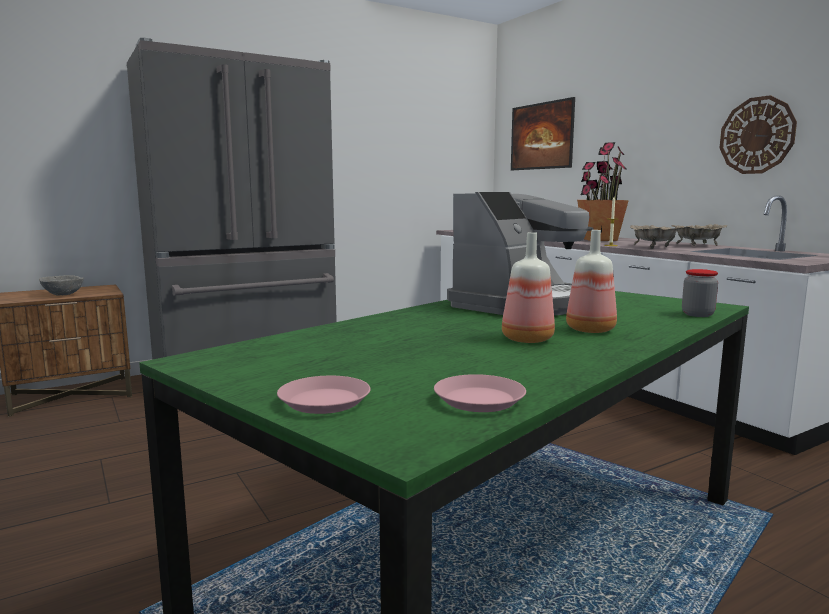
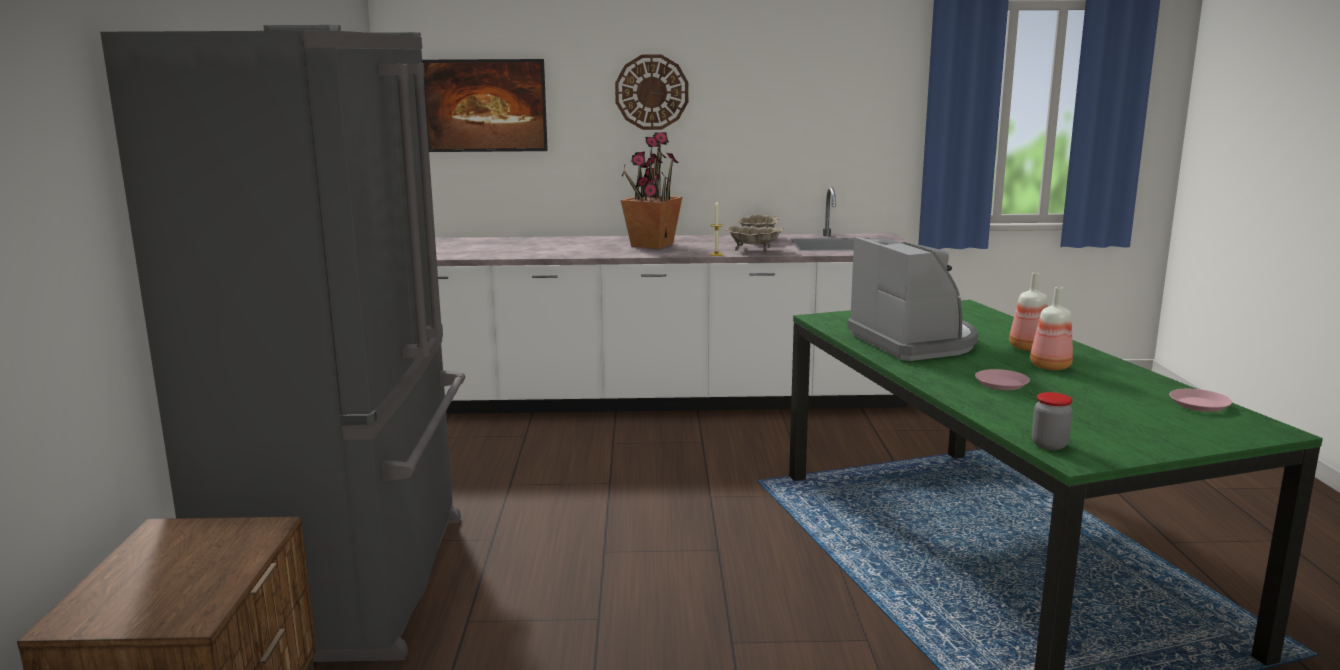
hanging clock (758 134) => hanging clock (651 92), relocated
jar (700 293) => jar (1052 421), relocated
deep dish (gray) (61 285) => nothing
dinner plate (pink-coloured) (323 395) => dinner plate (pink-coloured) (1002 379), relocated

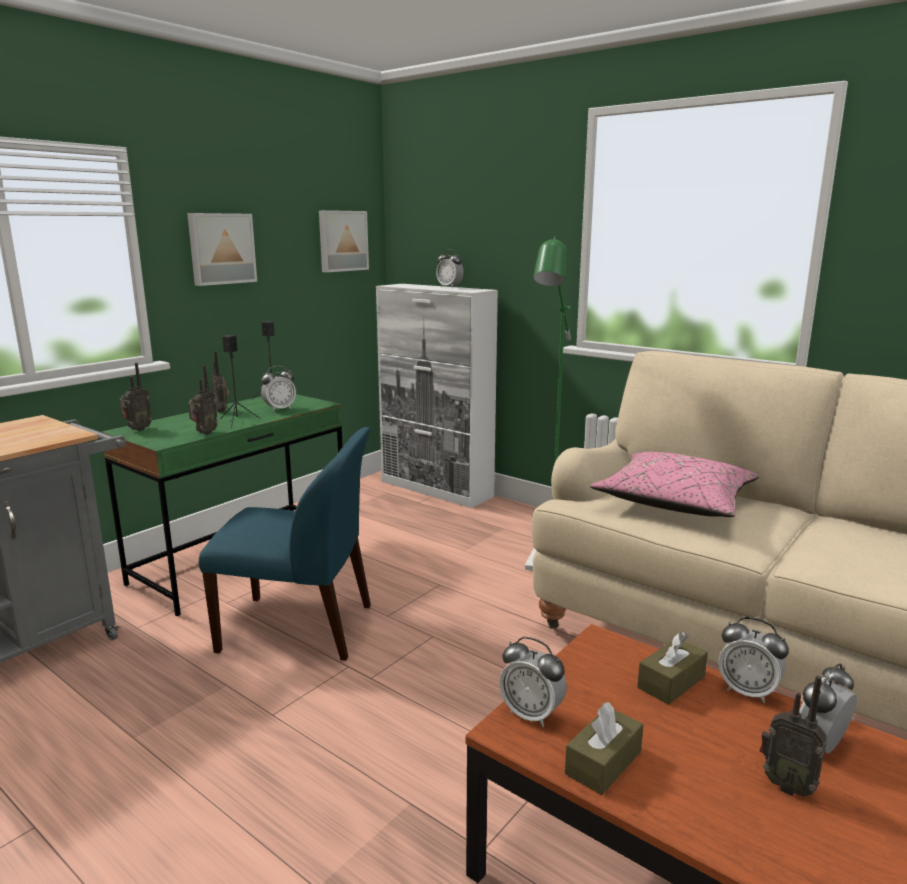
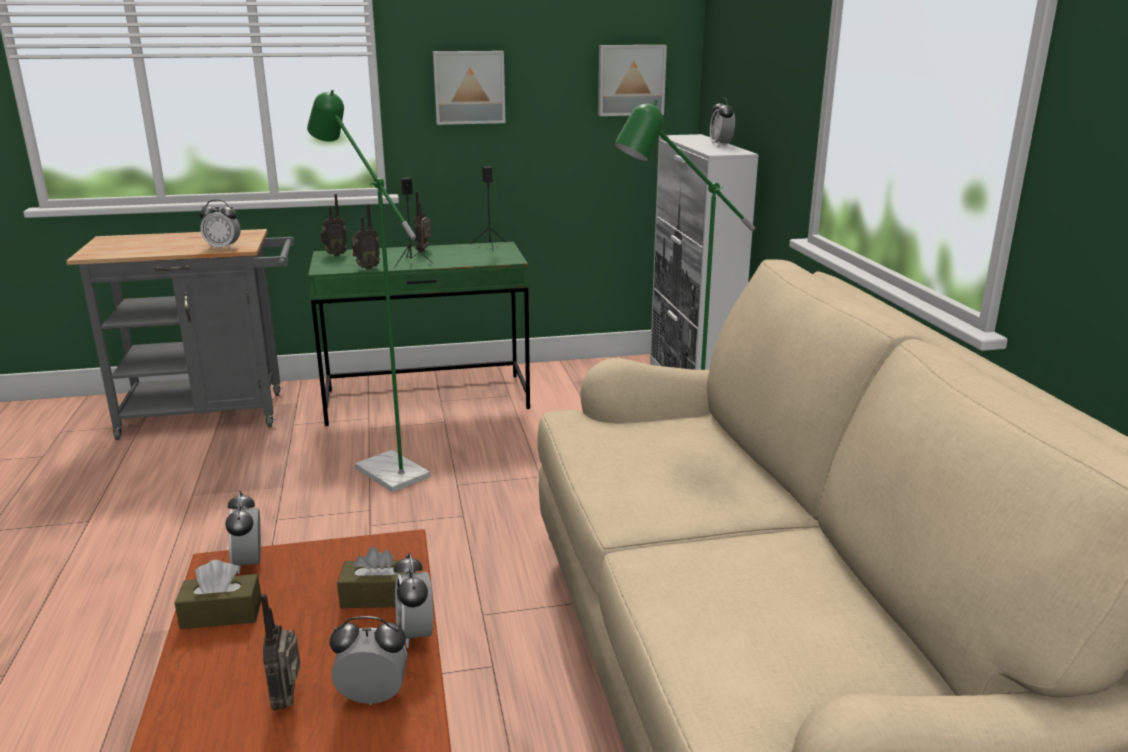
alarm clock (278 389) => alarm clock (220 225), relocated
upright chair (blue) (285 544) => standing lamp (green) (368 290)
cushion (pink-coloured) (674 484) => nothing

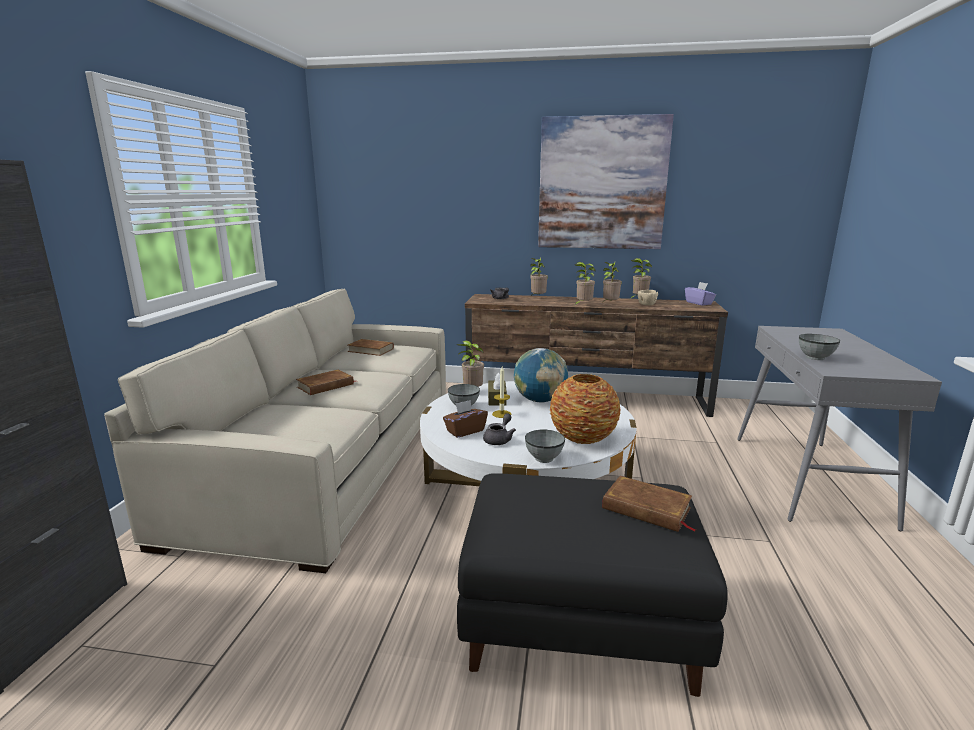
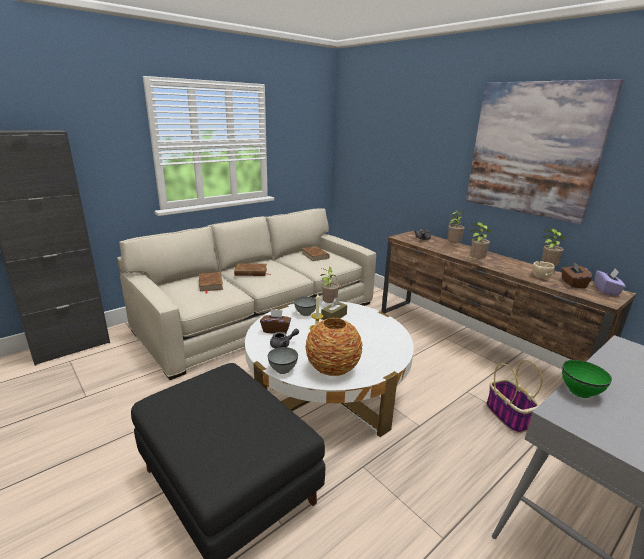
houseplant (612 282) => nothing
deep dish (gray) (819 347) => deep dish (green) (587 379)
globe (541 375) => nothing
book (brown-coloured) (649 504) => book (brown-coloured) (211 283), relocated
nothing => tissue box (brown-coloured) (577 275)
nothing => basket (514 396)

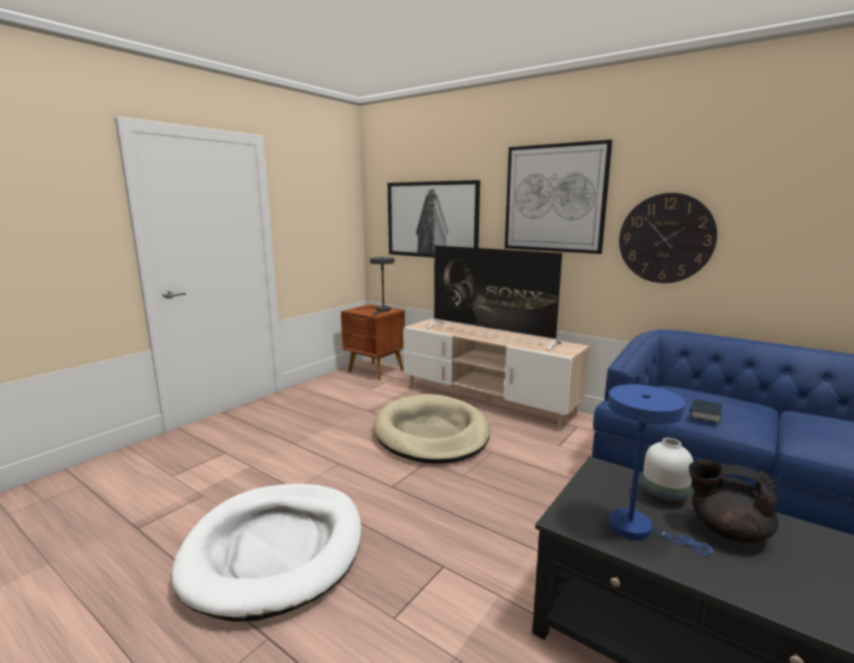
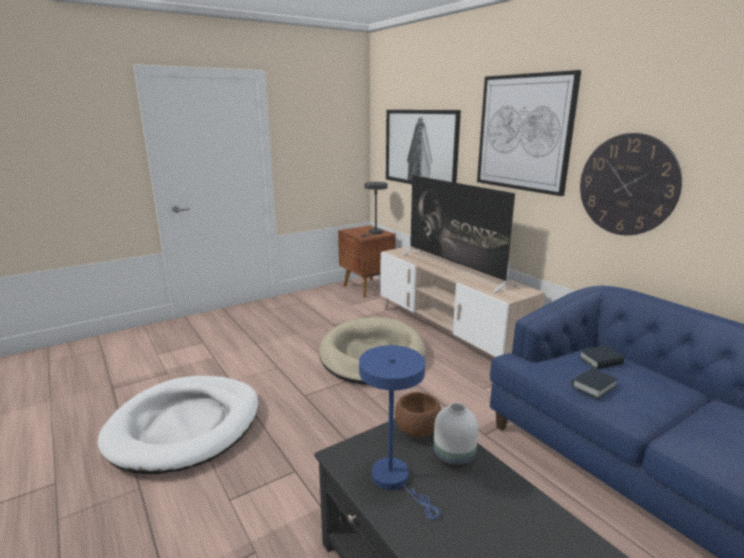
tea pot (black-coloured) (734 501) => nothing
nothing => book (602 357)
nothing => deep dish (brown-coloured) (418 415)

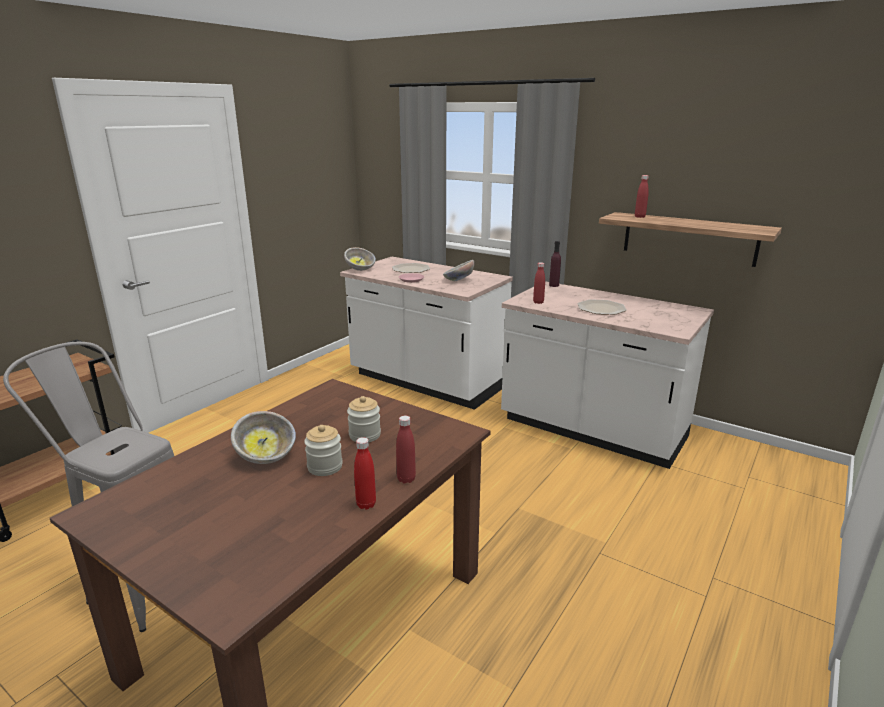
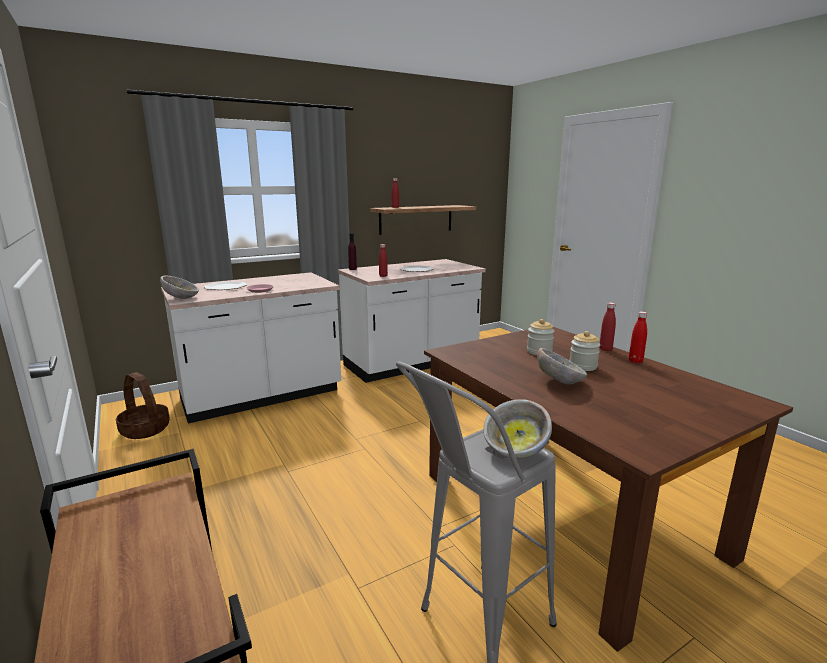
deep dish (458 270) => deep dish (517 429), relocated
nothing => basket (143 405)

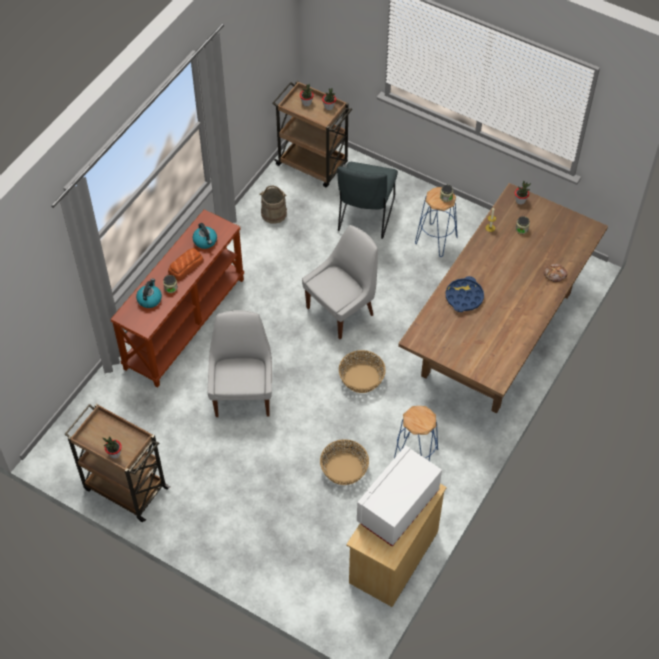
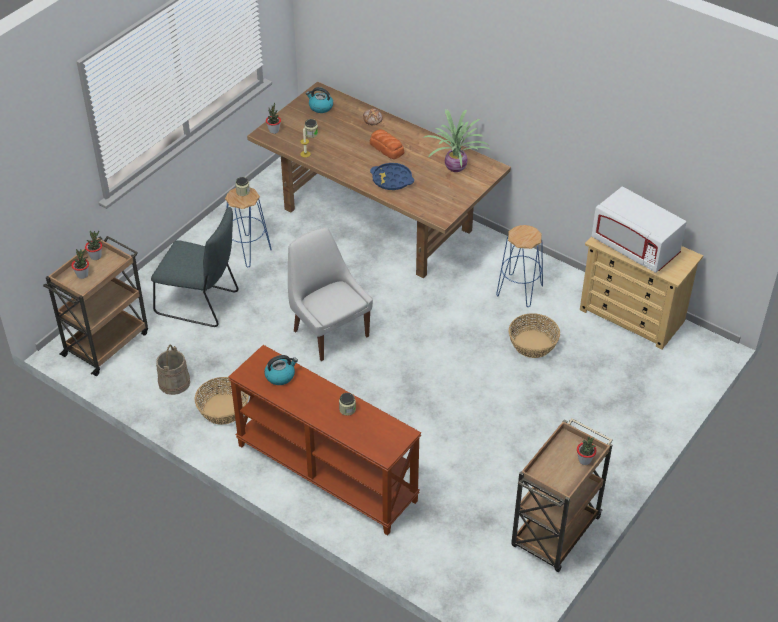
bread (186 264) => bread (387 144), relocated
tea kettle (149 293) => tea kettle (319 100), relocated
upright chair (white) (239 363) => nothing
basket (362 371) => basket (222 401), relocated
nothing => houseplant (457 140)

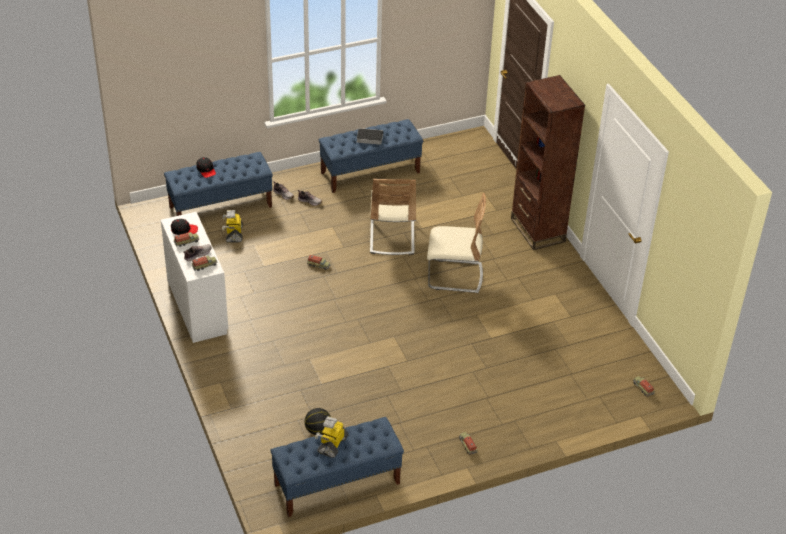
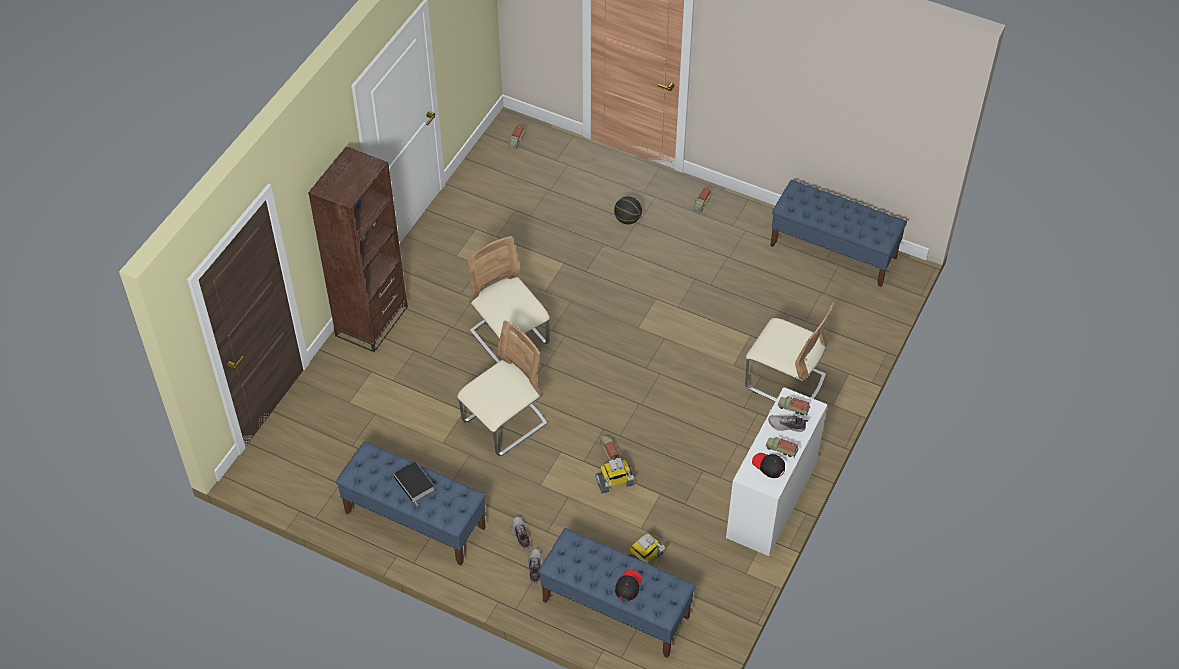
basketball ball (318 421) => basketball ball (628 210), relocated
toy robot (332 437) => toy robot (614 476), relocated
nothing => upright chair (sand-coloured) (789 352)

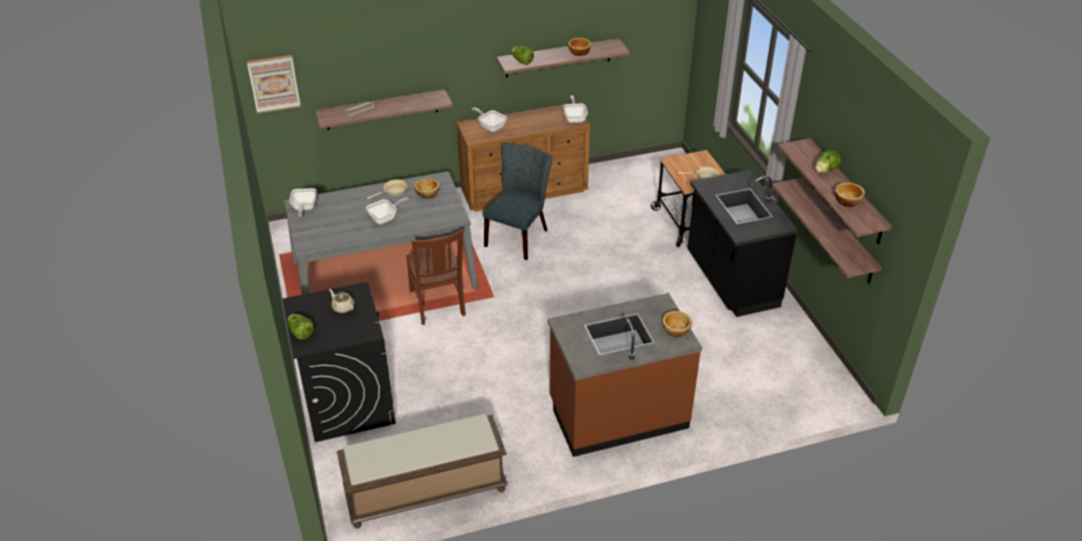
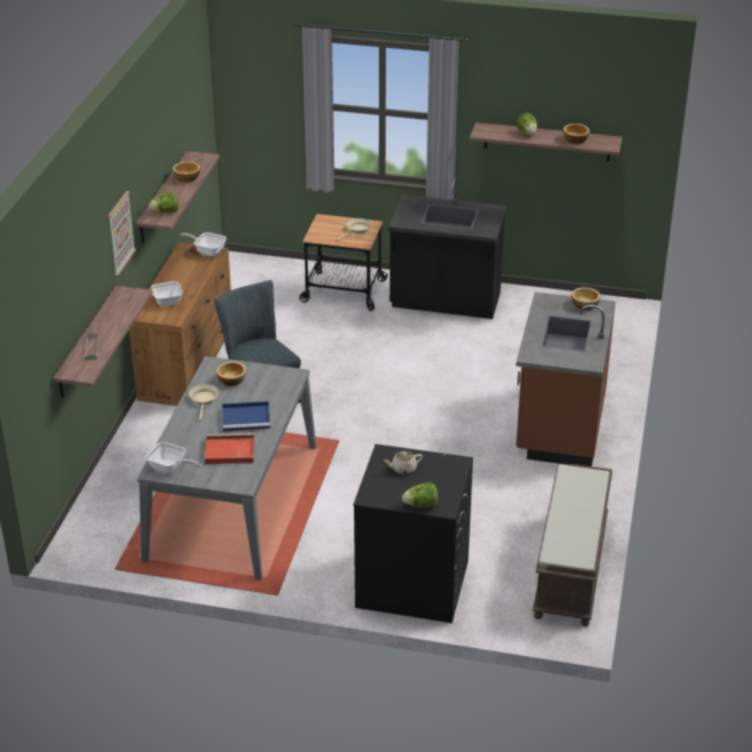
picture (274 84) => picture (122 233), relocated
shelf (827 231) => nothing
skillet (388 210) => tray (blue) (246 416)
upright chair (brown-coloured) (436 277) => nothing
nothing => tray (red) (229 448)

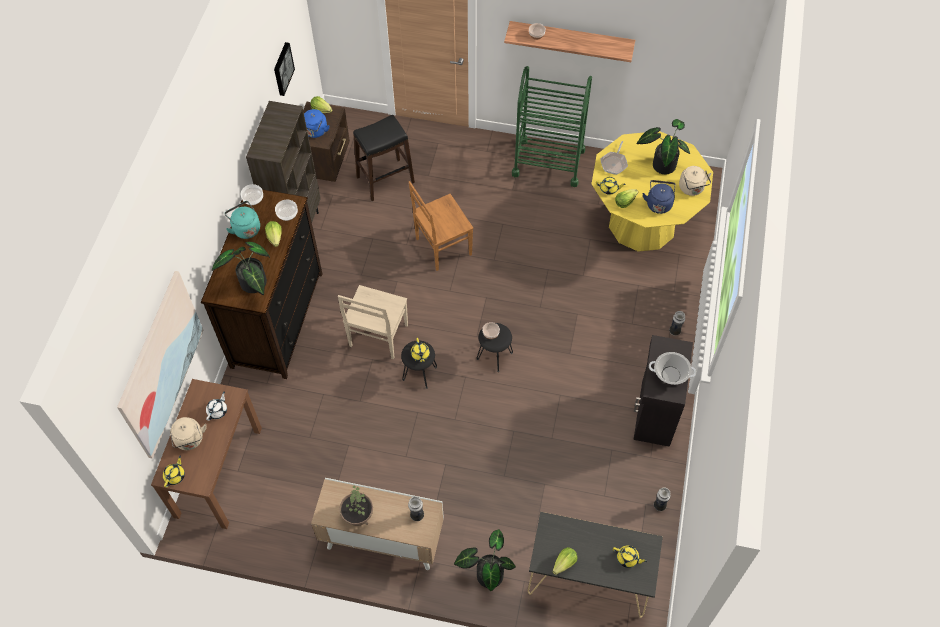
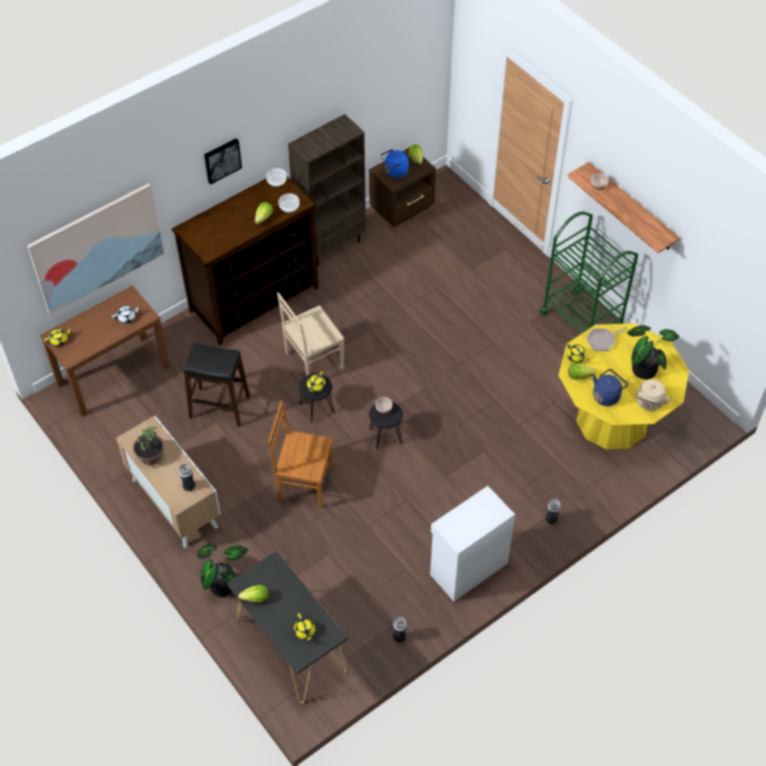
picture (284 69) => picture (223 161), relocated
sitting stool (black-coloured) (384 158) => sitting stool (black-coloured) (217 385), relocated
upright chair (brown-coloured) (441 226) => upright chair (brown-coloured) (300 454), relocated
tea kettle (blue-green) (242 220) => nothing
houseplant (241 268) => nothing
cabinet (black-coloured) (663 391) => cabinet (white) (472 543)
saucepot (673 368) => nothing
tea kettle (sand-coloured) (188 433) => nothing

